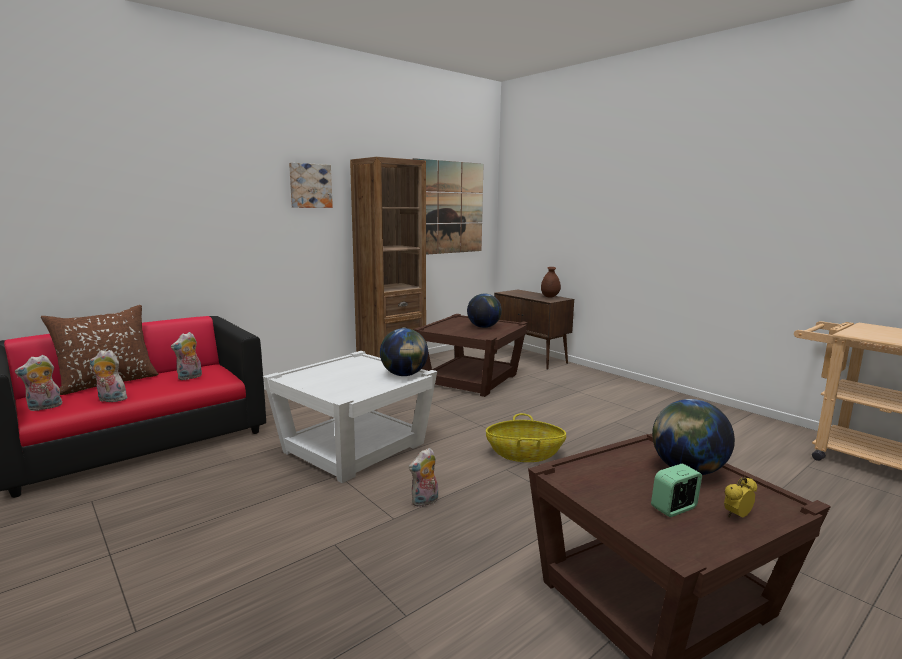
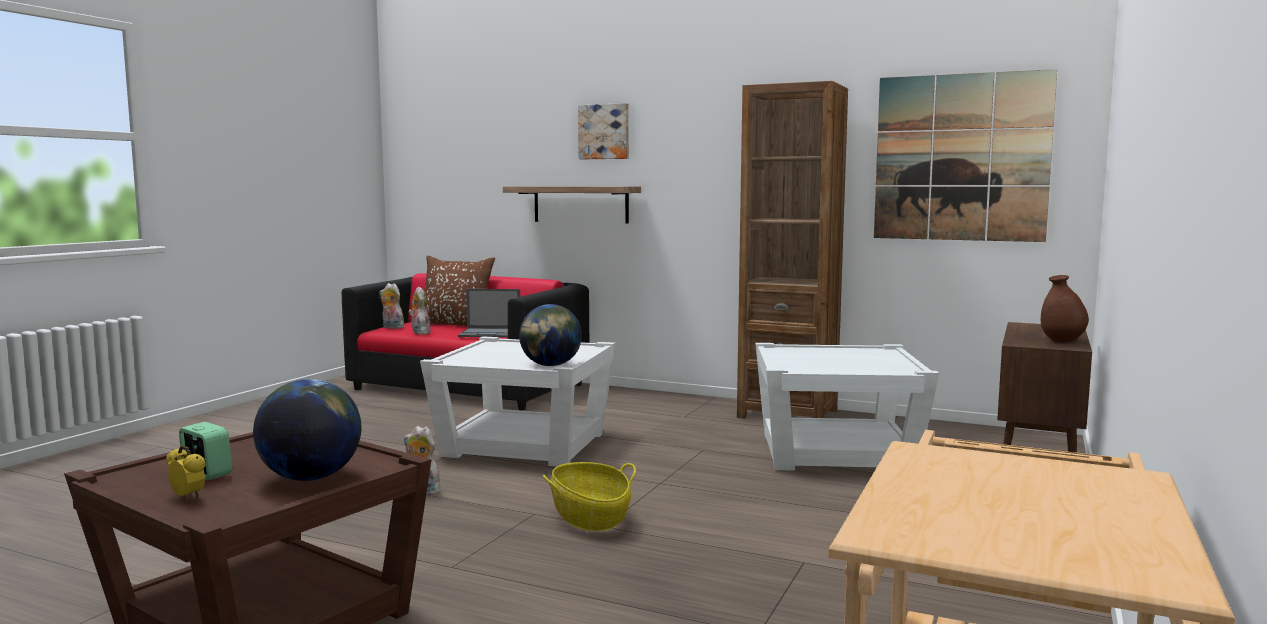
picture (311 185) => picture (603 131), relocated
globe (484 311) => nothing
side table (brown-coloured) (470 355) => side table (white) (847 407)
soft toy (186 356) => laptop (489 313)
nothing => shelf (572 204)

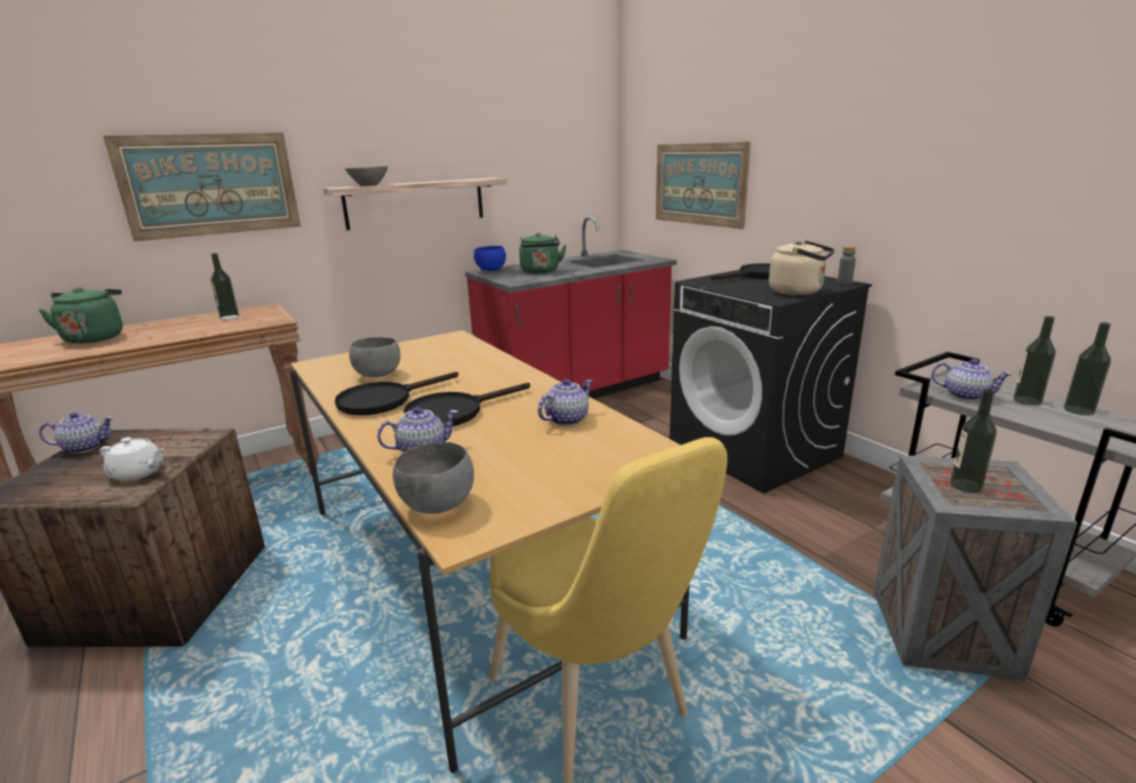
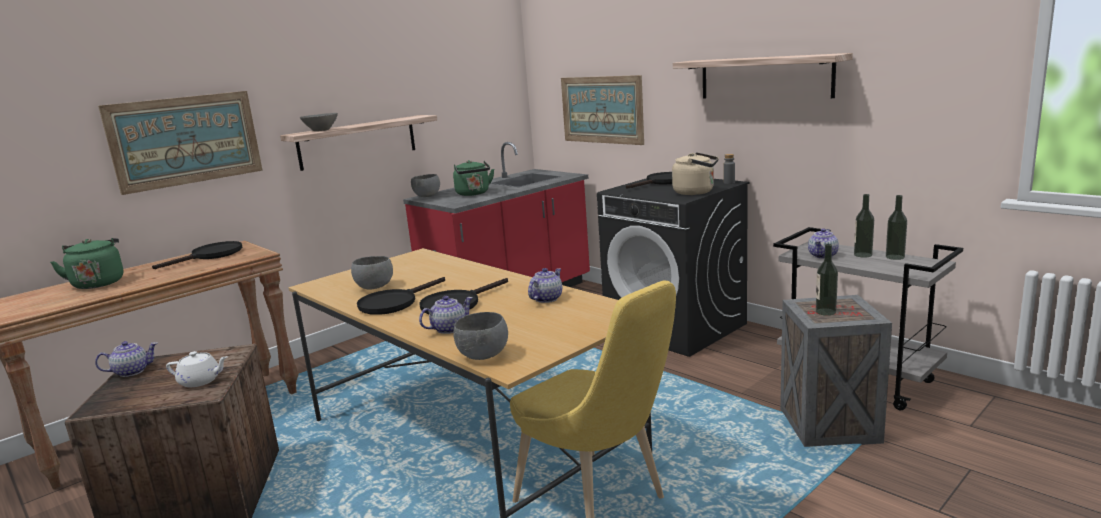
deep dish (blue) (490 258) => deep dish (gray) (425 185)
beverage bottle (225 286) => skillet (black-coloured) (197 255)
tea pot (971 380) => tea pot (823 243), 105 degrees clockwise
nothing => shelf (763 76)

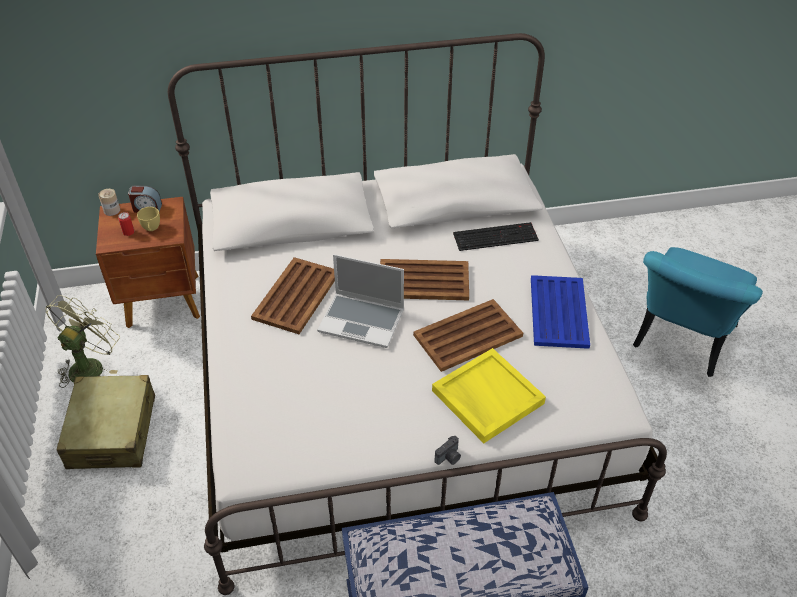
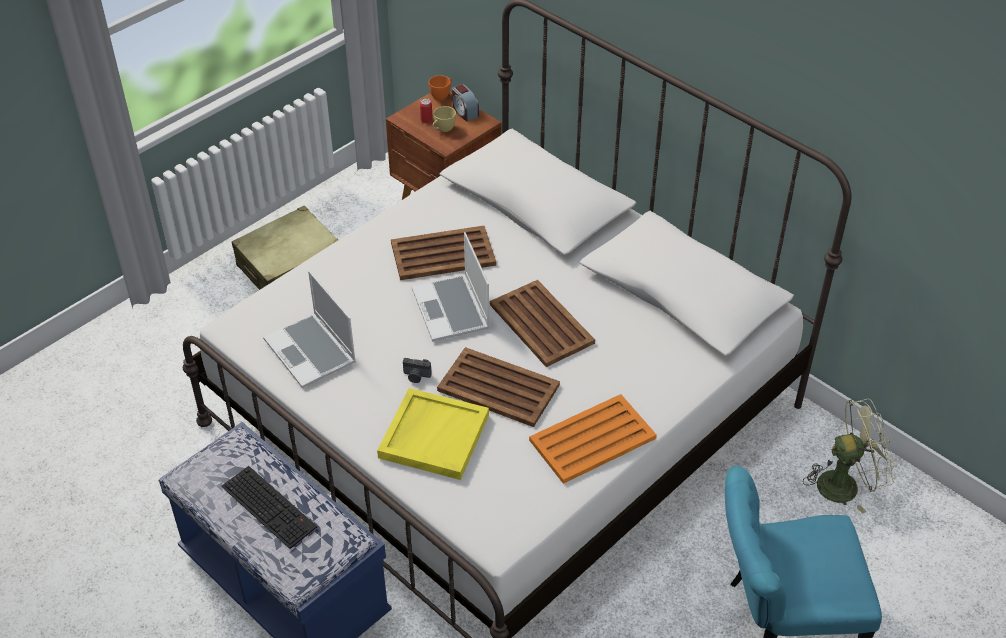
sealed can (109 202) => small cup (orangey) (440 87)
PC keyboard (496 236) => PC keyboard (269 507), relocated
tray (blue) (560 312) => tray (orangey) (593 439)
fan (green) (82 341) => fan (green) (848 456), relocated
still camera (448 450) => still camera (417 370), relocated
nothing => laptop (309 329)

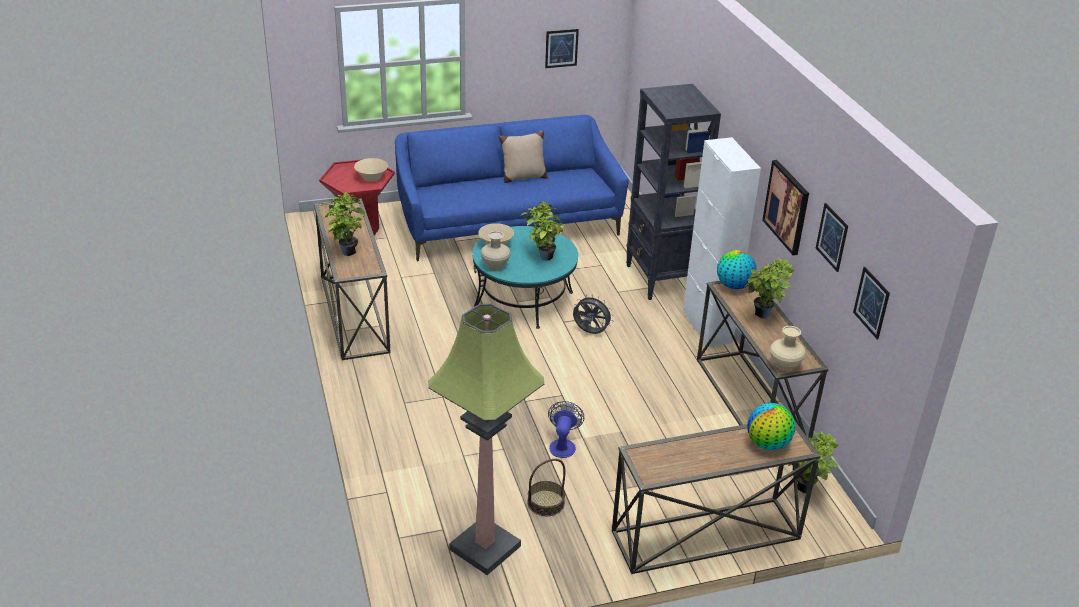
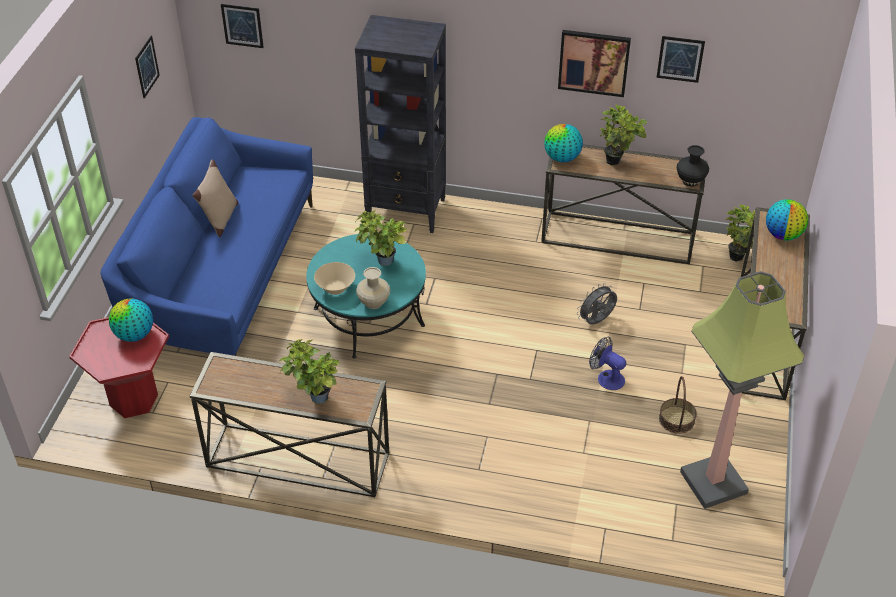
cabinet (white) (722 242) => nothing
deep dish (sand-coloured) (371 170) => globe (131 320)
picture (871 303) => picture (242 26), relocated
fan (gray) (593 314) => fan (gray) (597 304), relocated
decorative vase (sand-coloured) (788 348) => decorative vase (black-coloured) (693 166)

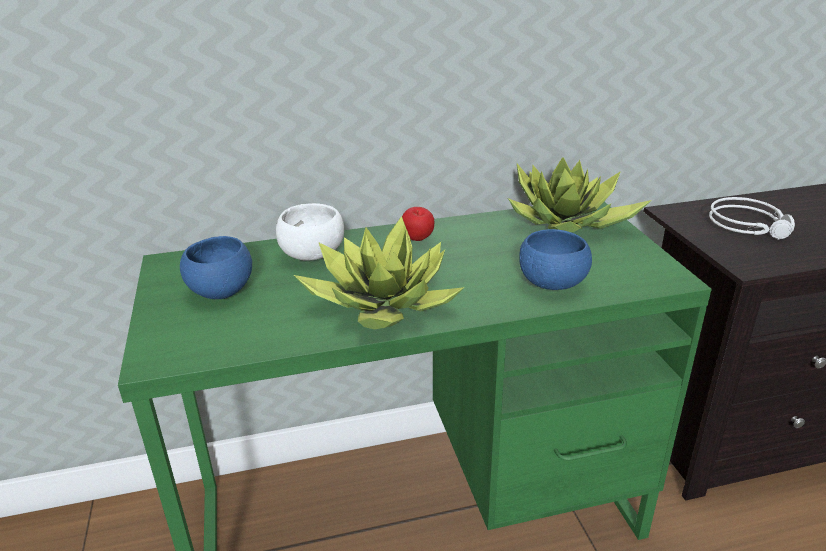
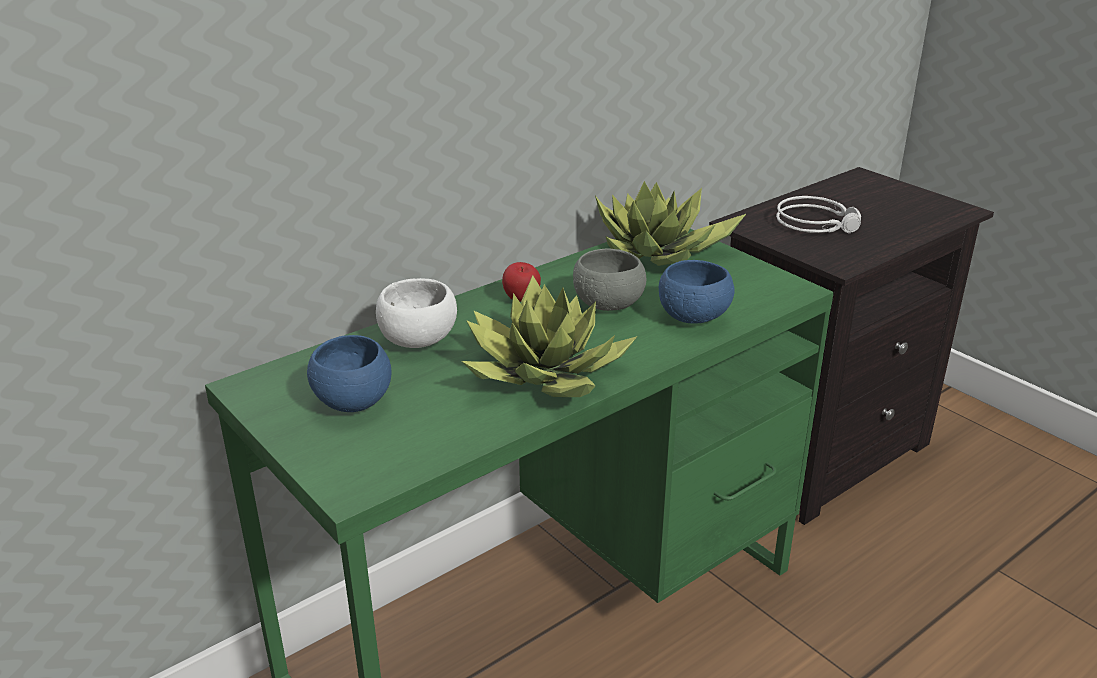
nothing => deep dish (gray) (609 280)

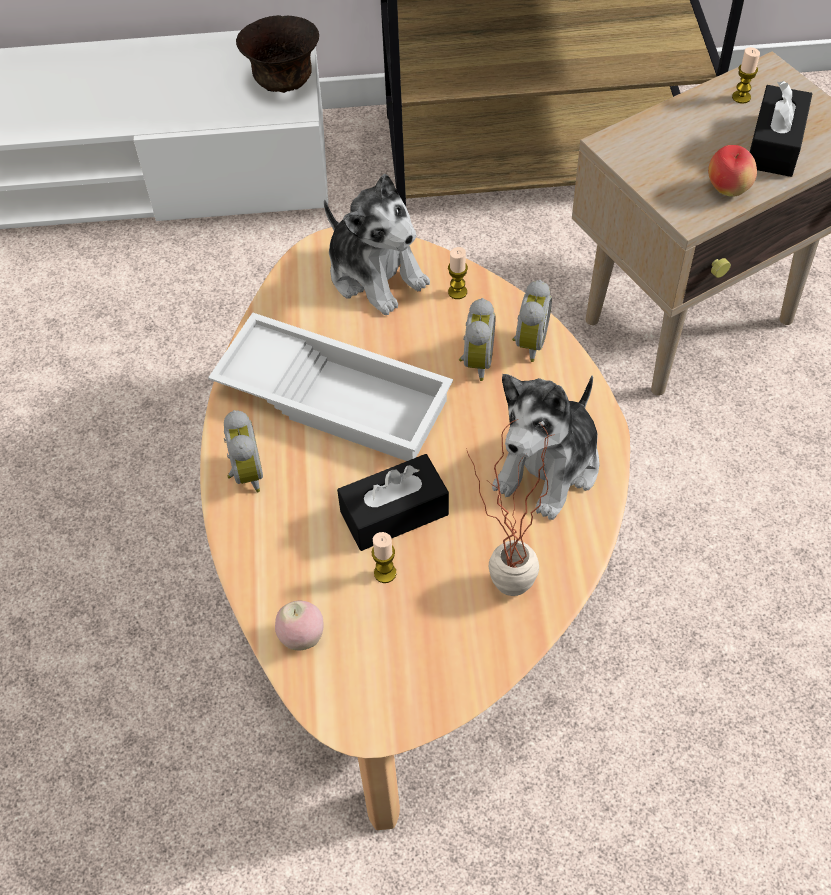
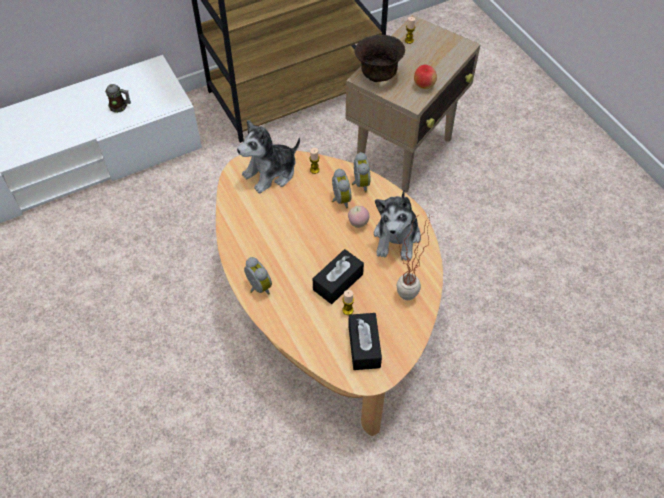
deep dish (brown-coloured) (277 54) => deep dish (brown-coloured) (380 58), relocated
tissue box (black-coloured) (781 129) => tissue box (black-coloured) (365 341), relocated
soft toy (377 244) => soft toy (268 157), 120 degrees clockwise
tray (white) (330 387) => nothing
apple (299 625) => apple (358 217), relocated
nothing => tea mug (118 98)

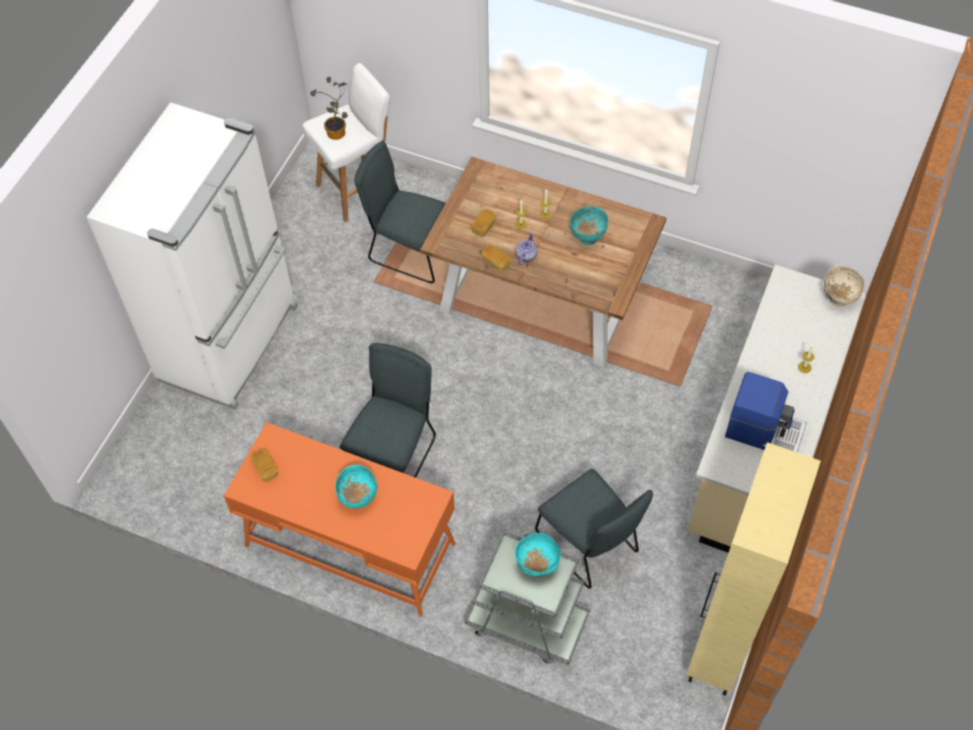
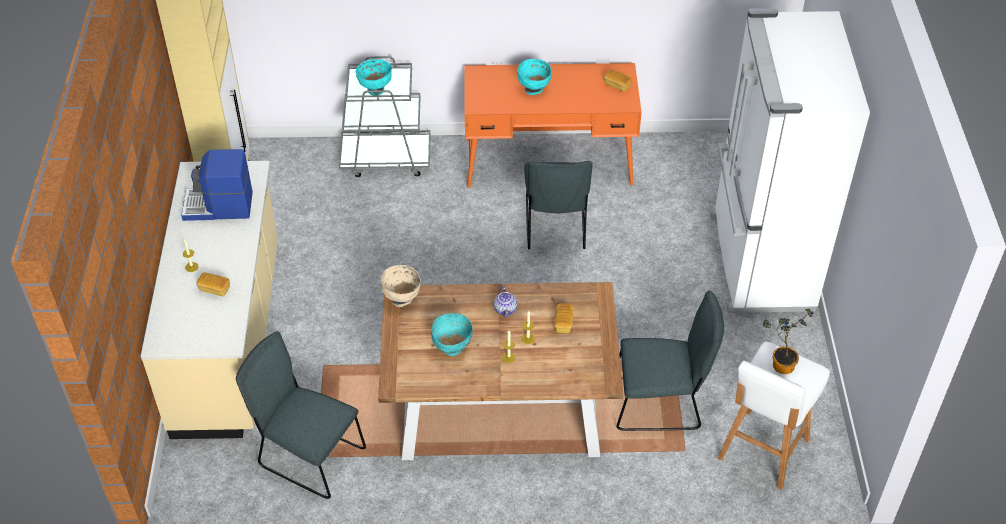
bread (496 257) => bread (213 284), relocated
deep dish (sand-coloured) (844 286) => deep dish (sand-coloured) (401 286), relocated
upright chair (gray) (594 528) => upright chair (gray) (301 415), relocated

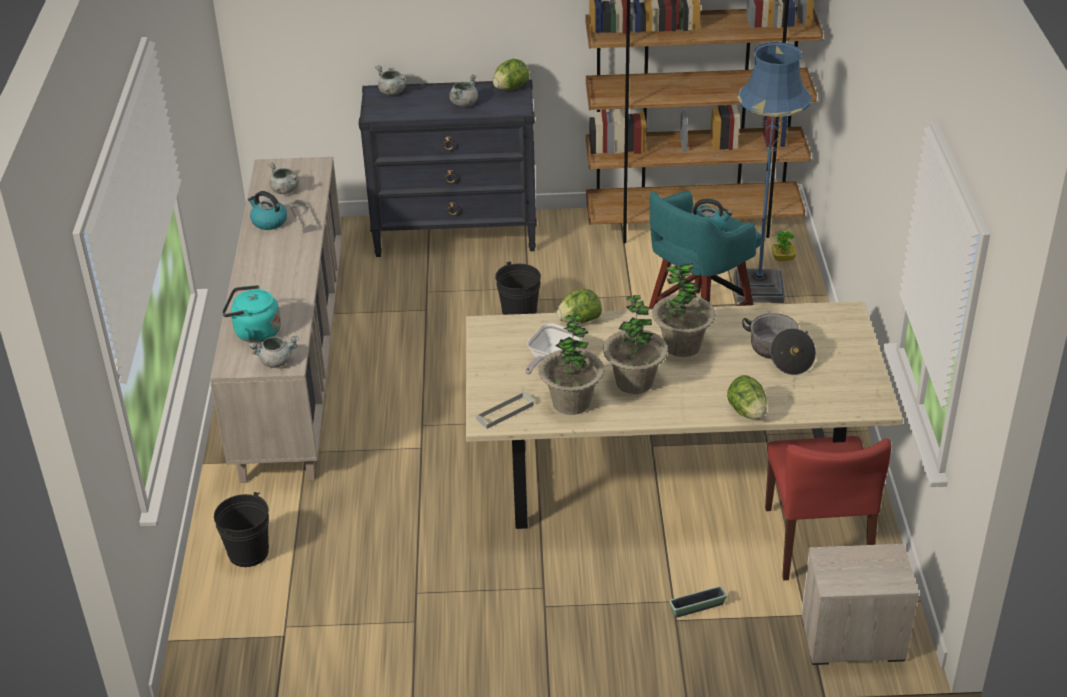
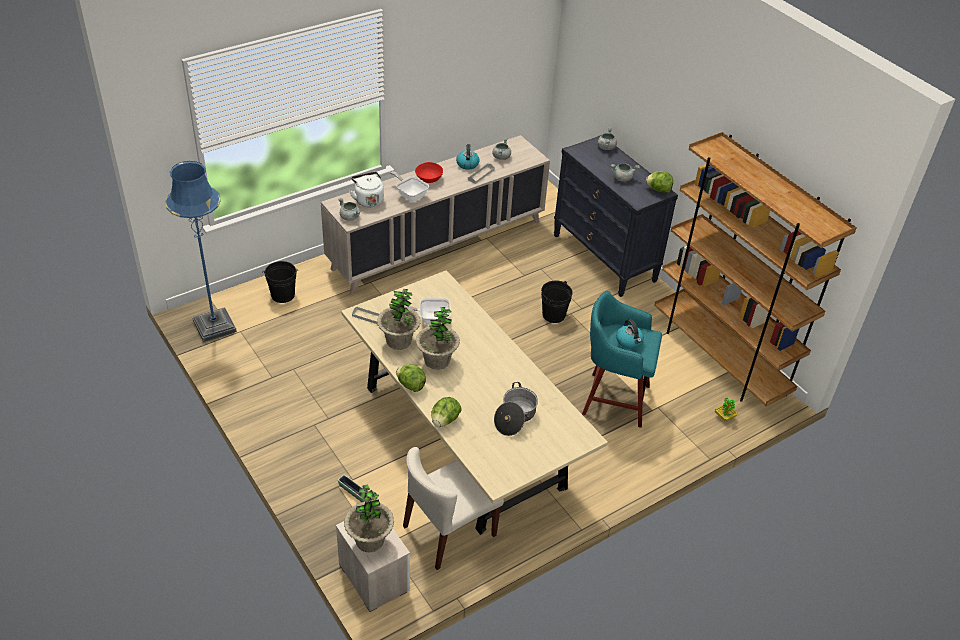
standing lamp (blue) (772 172) => standing lamp (blue) (201 251), relocated
houseplant (684 310) => houseplant (369 518), relocated
tea kettle (blue-green) (251 314) => tea kettle (white) (367 189)
lettuce head (579 306) => lettuce head (411 378), relocated
upright chair (red) (828 508) => upright chair (sand-coloured) (453 508)
nothing => deep dish (red) (429 172)
nothing => skillet (409 186)

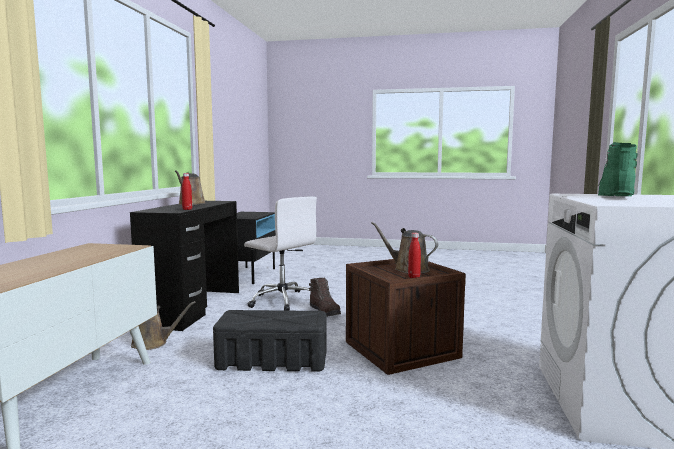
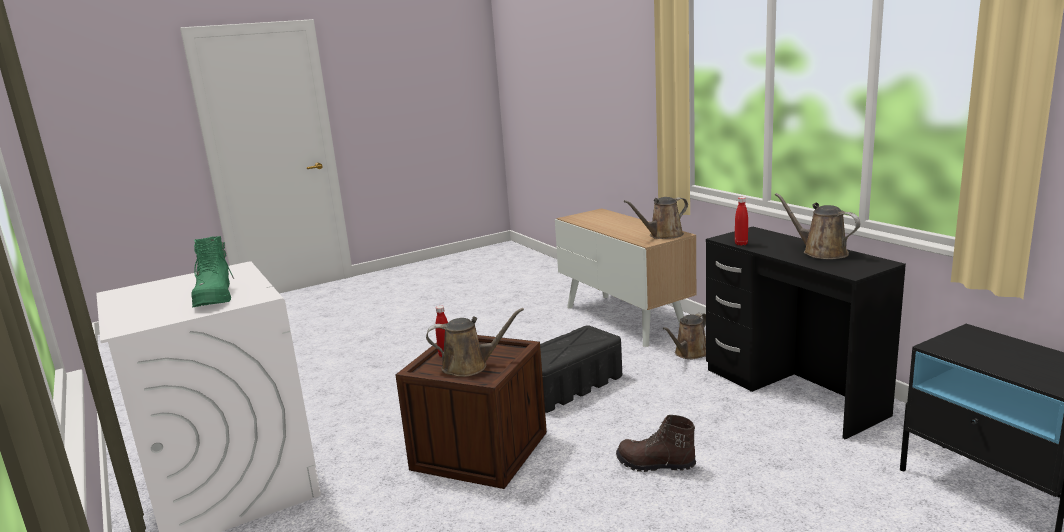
office chair (white) (280 253) => nothing
nothing => watering pot (brown-coloured) (656 218)

